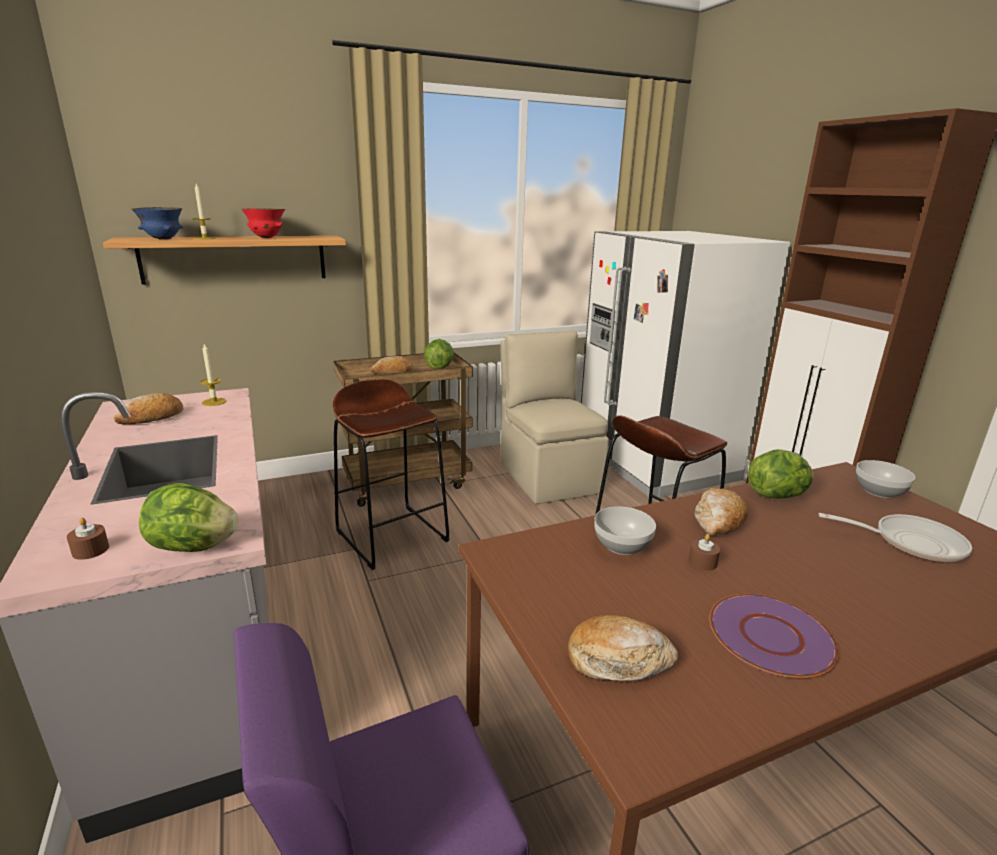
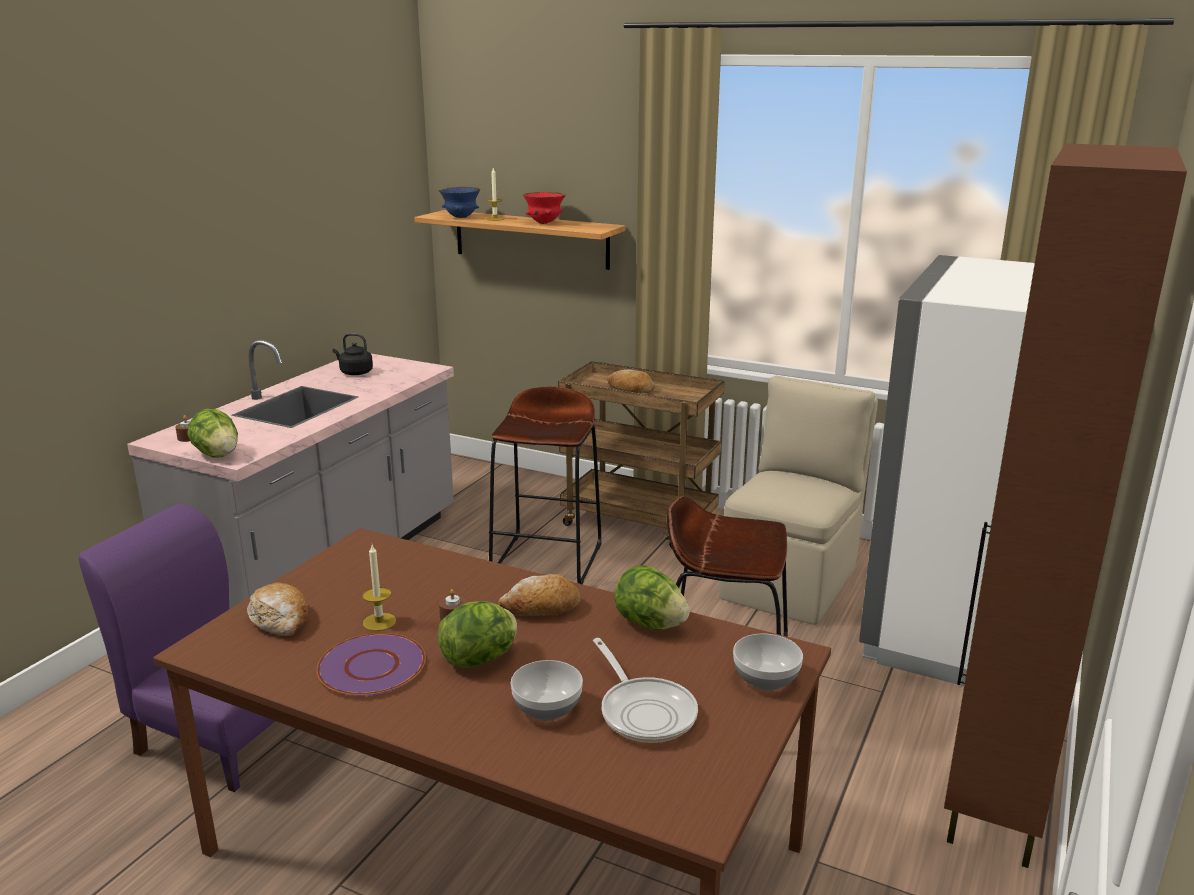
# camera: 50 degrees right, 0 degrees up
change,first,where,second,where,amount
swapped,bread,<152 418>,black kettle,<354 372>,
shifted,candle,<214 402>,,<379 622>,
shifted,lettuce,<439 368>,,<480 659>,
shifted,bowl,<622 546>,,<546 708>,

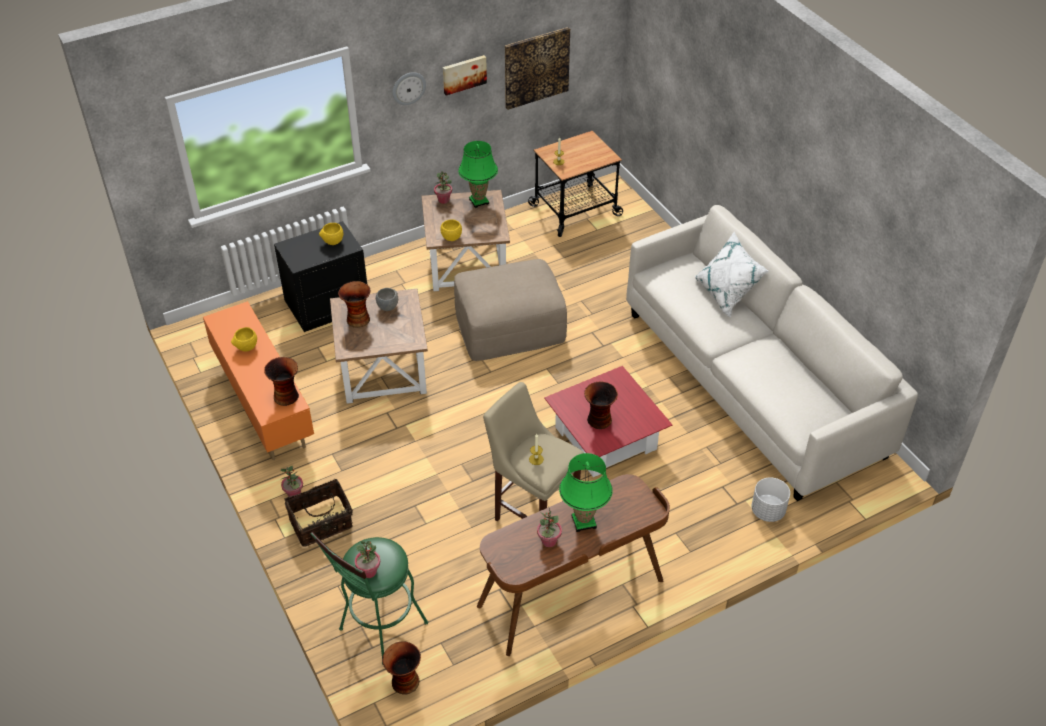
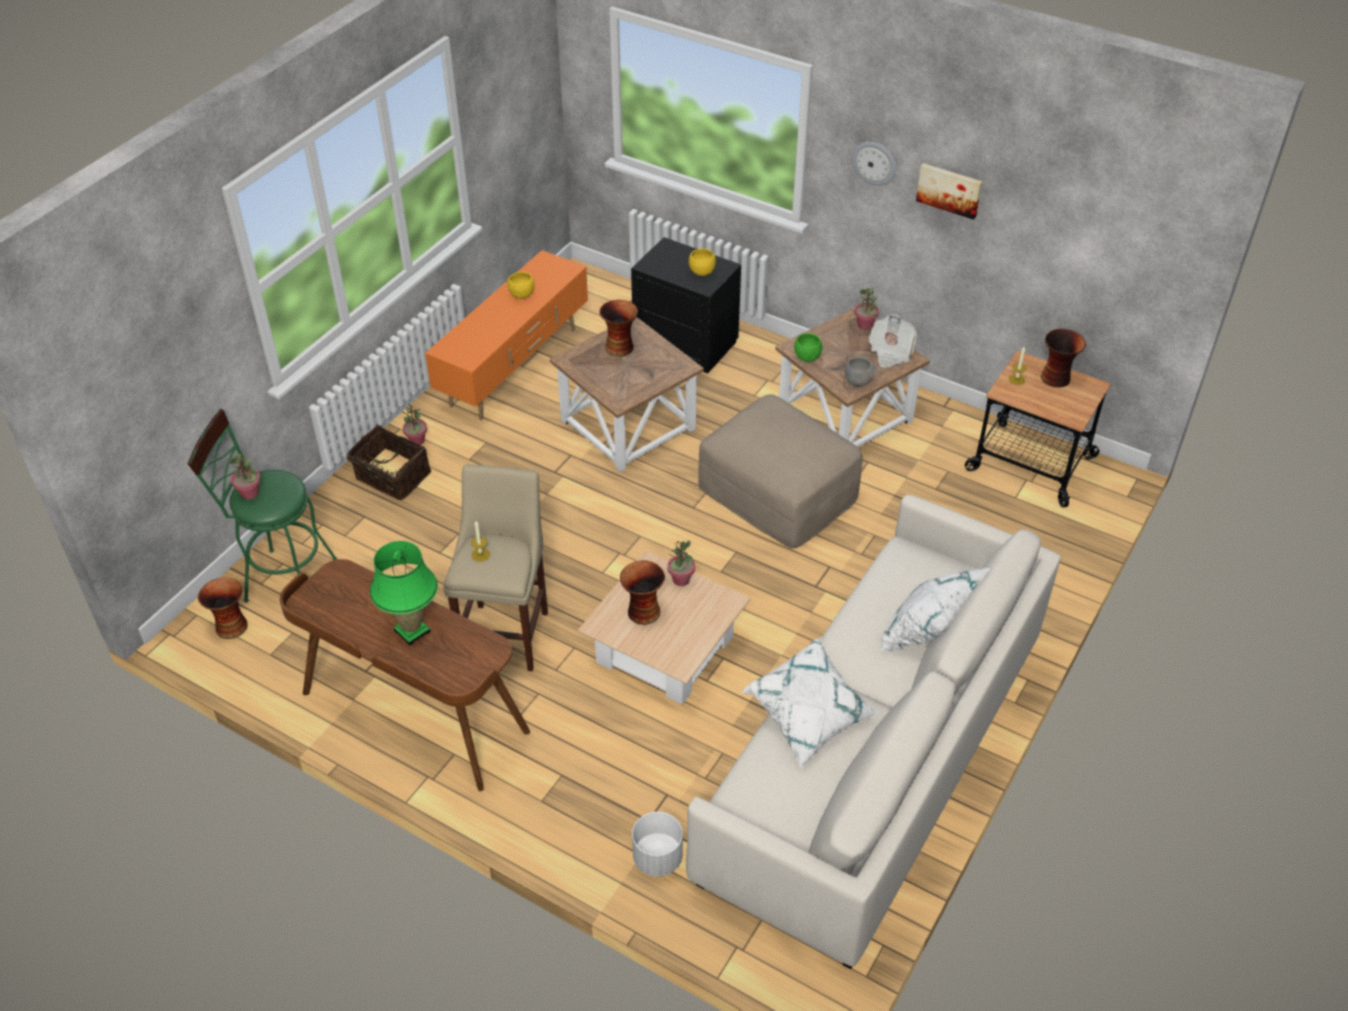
# camera: 60 degrees right, 0 degrees up
change,first,where,second,where,amount
shifted,vase,<286 396>,,<1056 378>,
shifted,grey bowl,<388 307>,,<858 382>,
repainted,yellow bowl,<451 238>,green bowl,<807 358>,
swapped,green table lamp,<479 201>,newspaper,<890 352>,
gone,picture,<536 67>,,,
shifted,potted plant,<549 541>,,<681 580>,
repainted,red coffee table,<605 438>,beige coffee table,<665 649>,
new,,,white pillow,<809 716>,

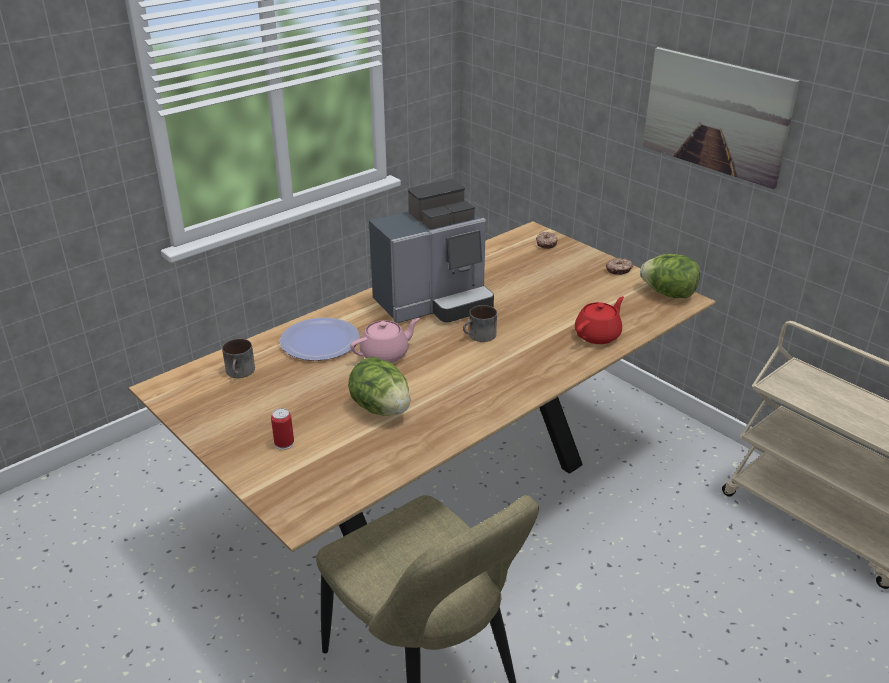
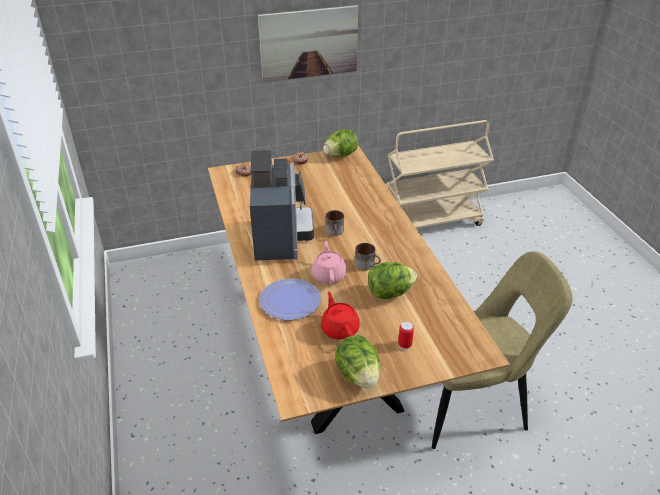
# camera: 65 degrees left, 5 degrees up
change,first,where,second,where,amount
shifted,mug,<241 372>,,<367 264>,
shifted,red teapot,<598 335>,,<339 329>,
new,,,lettuce,<358 375>,

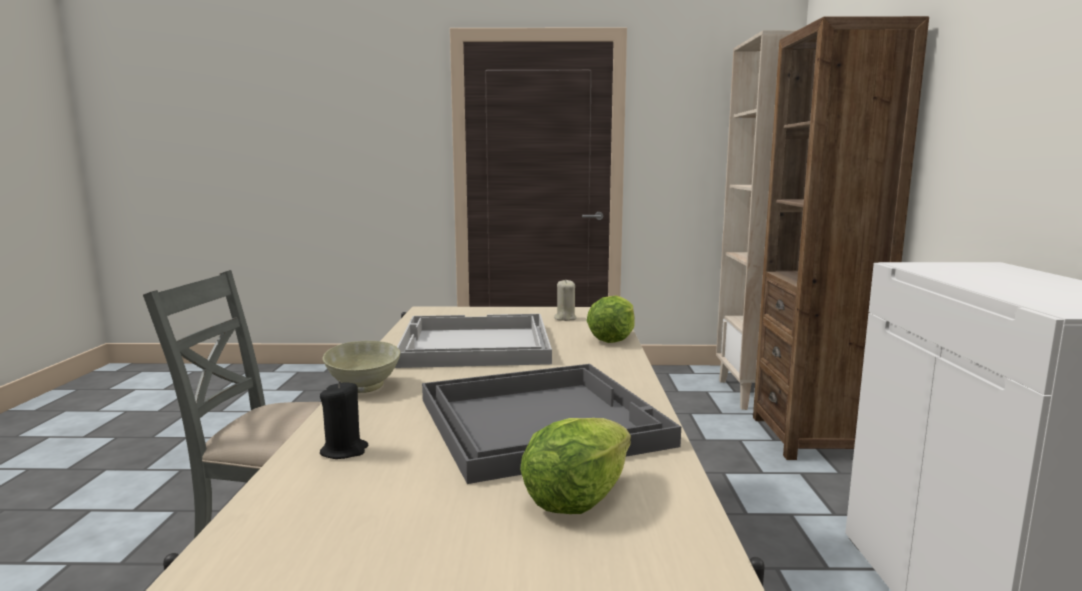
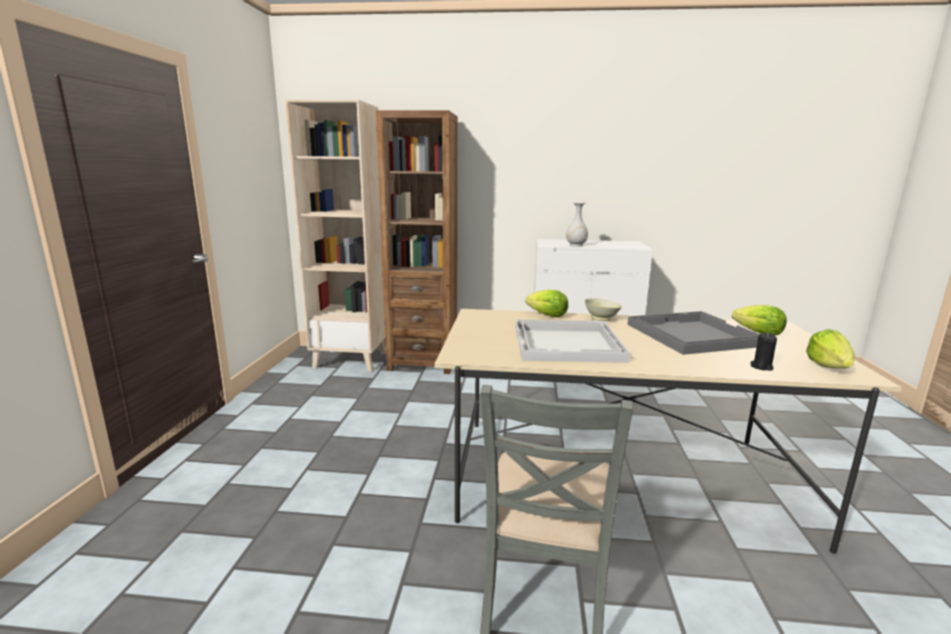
# camera: 85 degrees left, 5 degrees up
change,first,where,second,where,amount
shifted,beige bowl,<362 387>,,<602 319>,
gone,beige candle,<565 318>,,,
new,,,white vase,<576 245>,
new,,,lettuce,<828 366>,

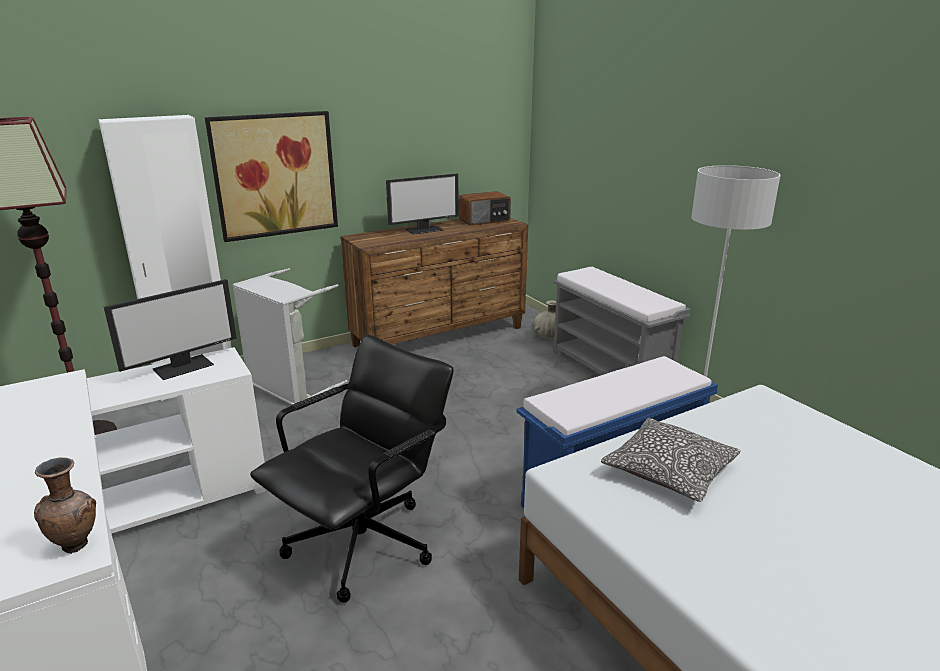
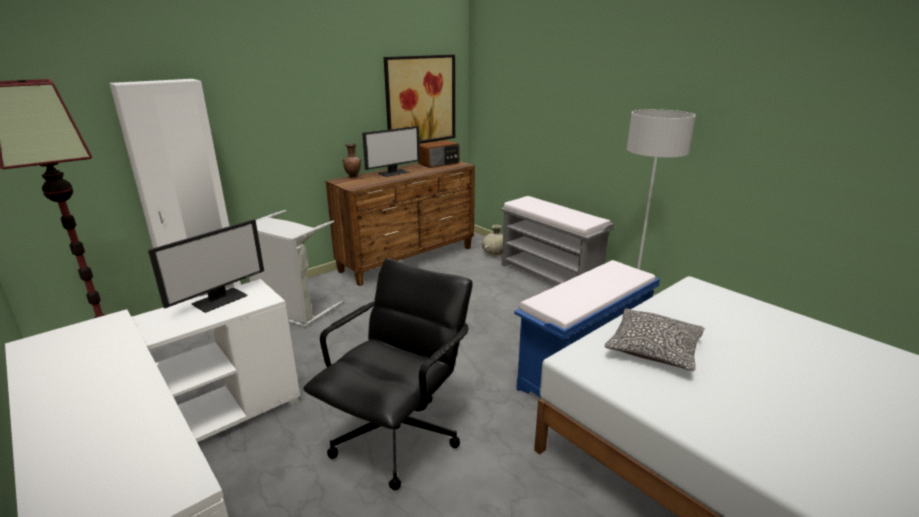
# camera: 10 degrees left, 0 degrees up
change,first,where,second,where,amount
shifted,brown vase,<77 545>,,<353 177>,
shifted,picture,<275 175>,,<420 100>,

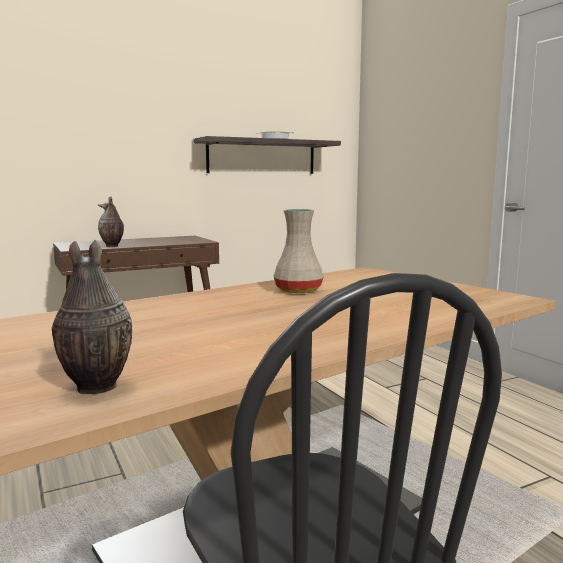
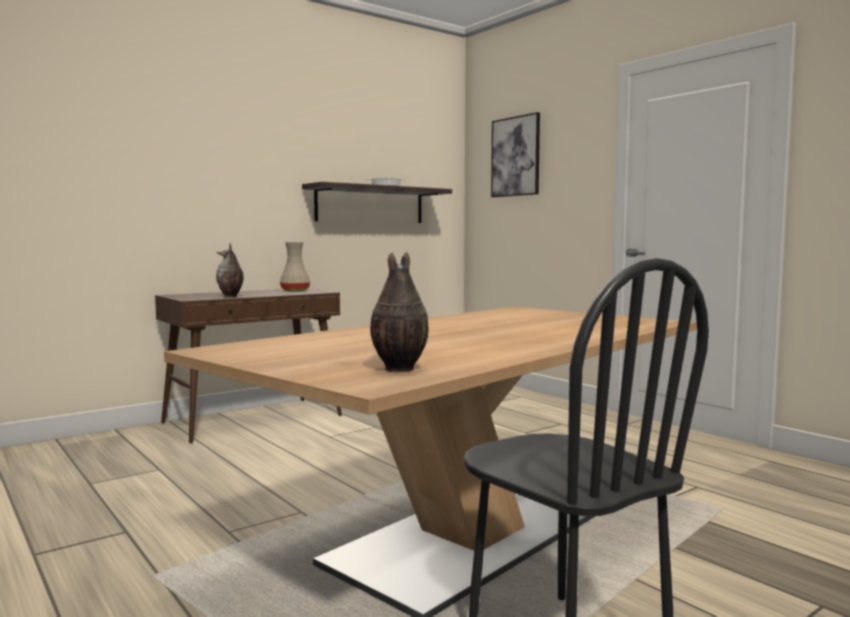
# camera: 10 degrees left, 5 degrees down
change,first,where,second,where,amount
shifted,beige vase,<299 290>,,<296 290>,
new,,,picture,<515 156>,

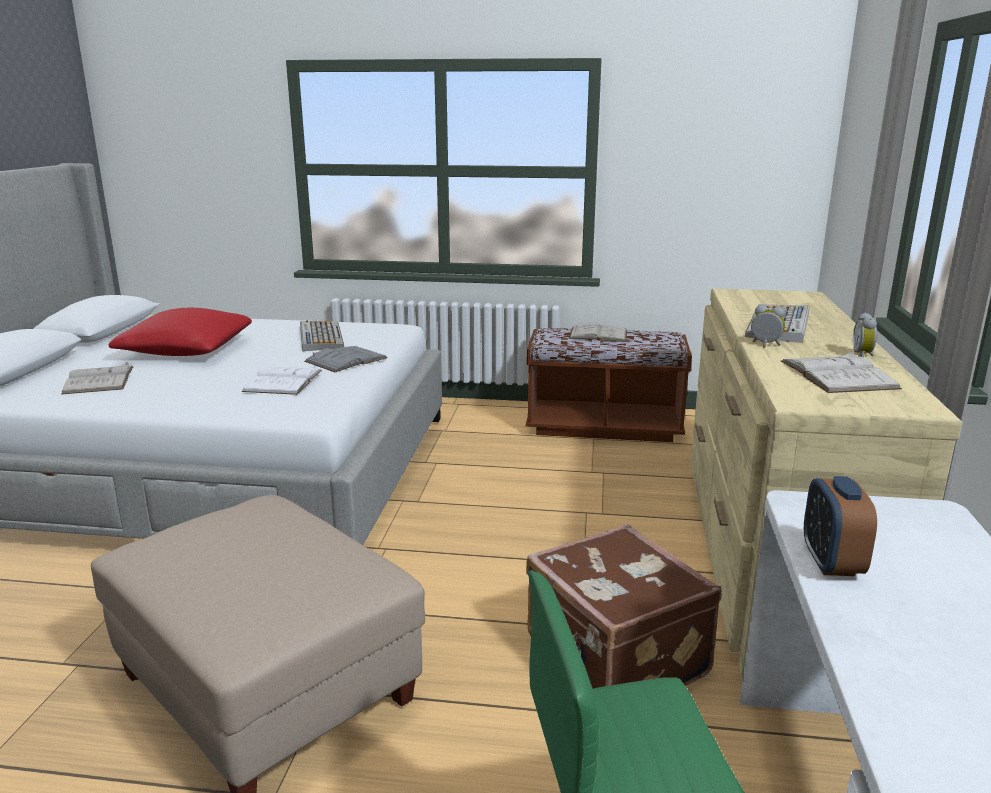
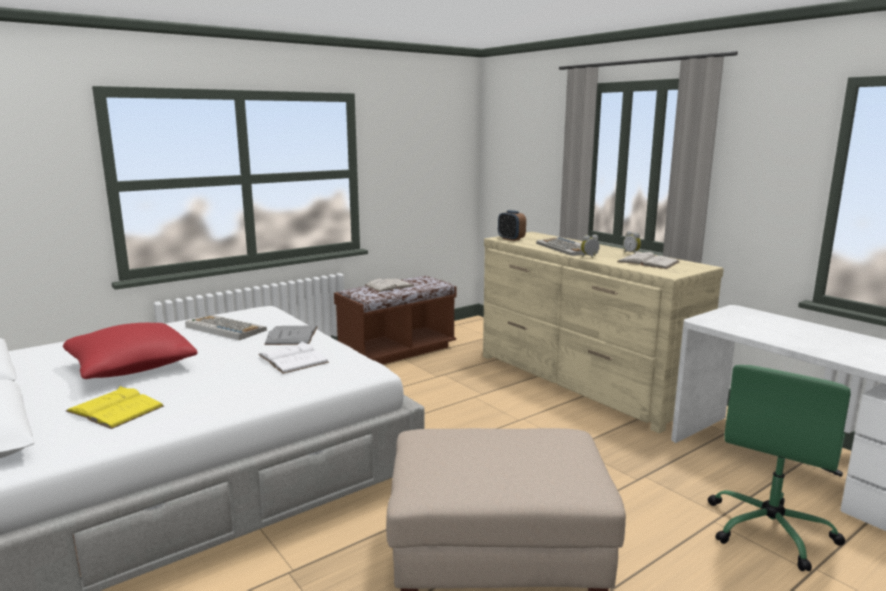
# camera: 45 degrees left, 5 degrees down
change,first,where,second,where,amount
repainted,white book,<99 380>,yellow book,<115 409>,
gone,brown suitcase,<614 658>,,,
shifted,alarm clock,<831 562>,,<511 239>,

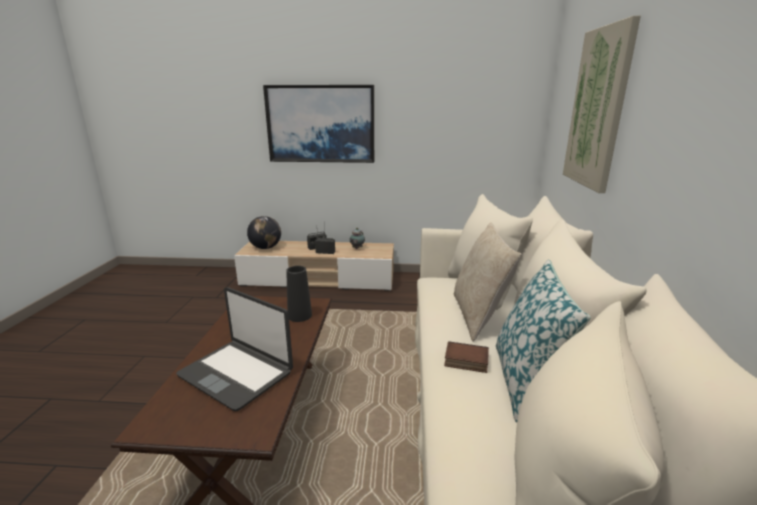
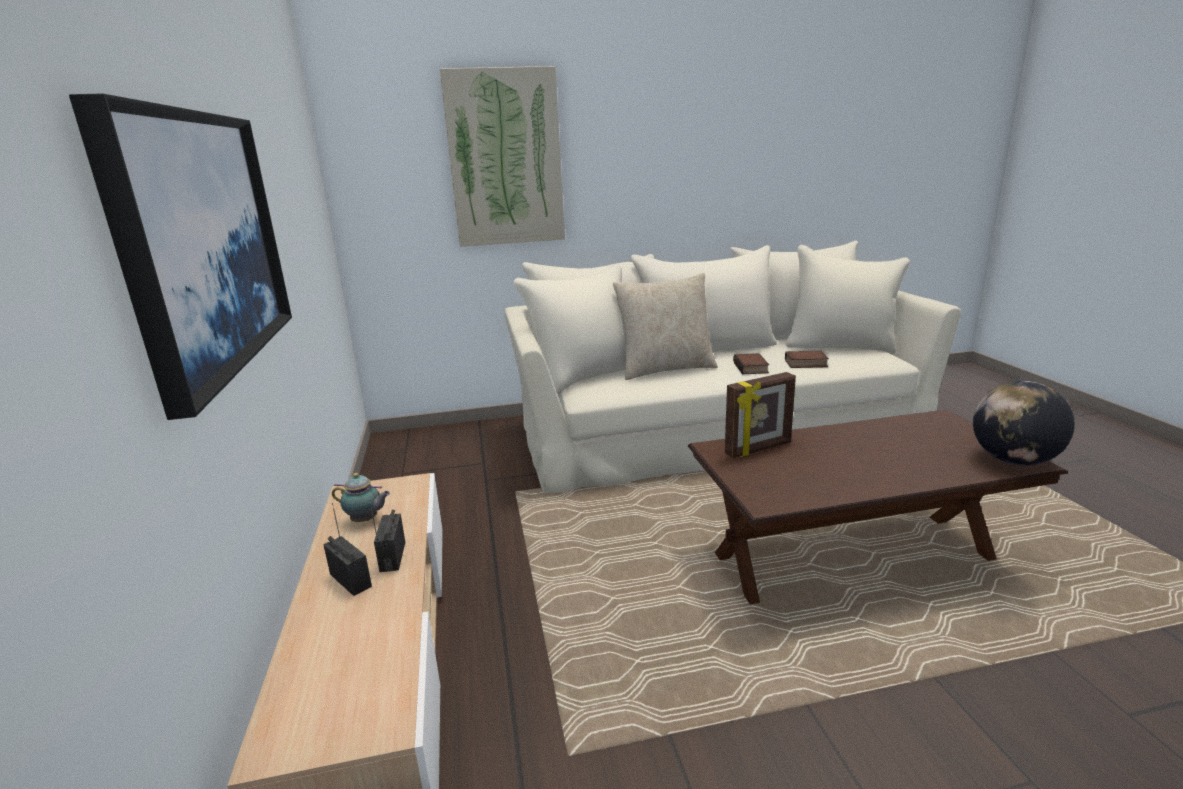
# camera: 105 degrees left, 0 degrees up
change,first,where,second,where,amount
gone,laptop,<237 373>,,,
shifted,globe,<266 248>,,<1013 460>,
swapped,black vase,<299 315>,picture frame,<758 449>,
gone,pillow,<526 381>,,,
new,,,book,<805 364>,

